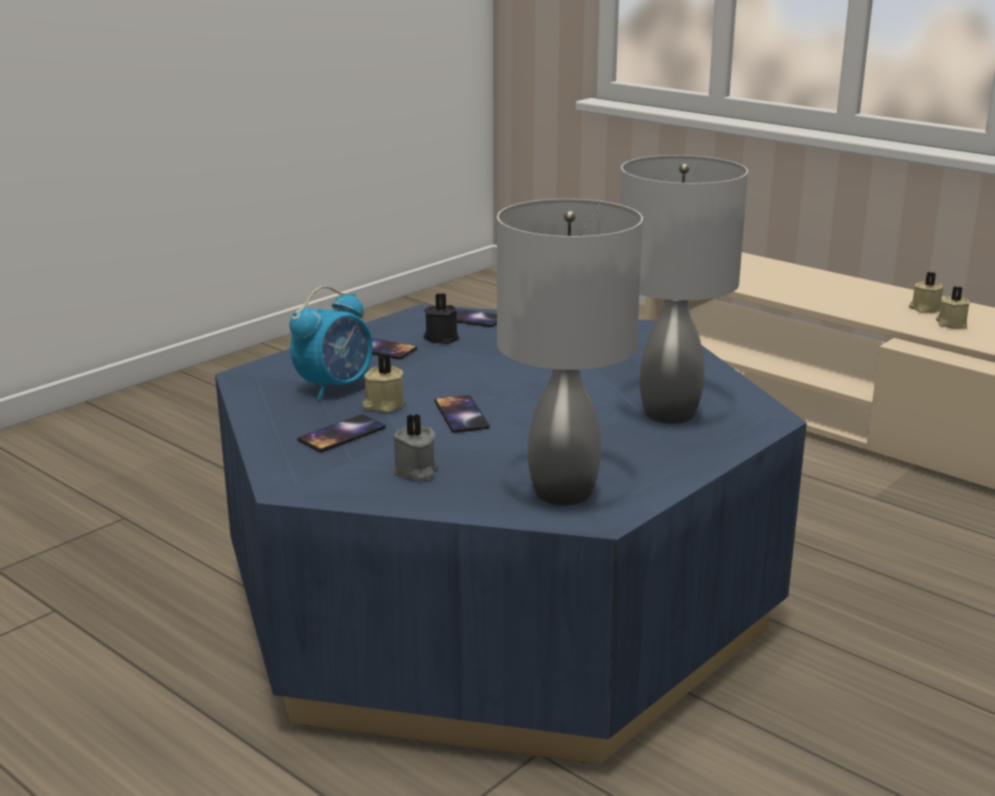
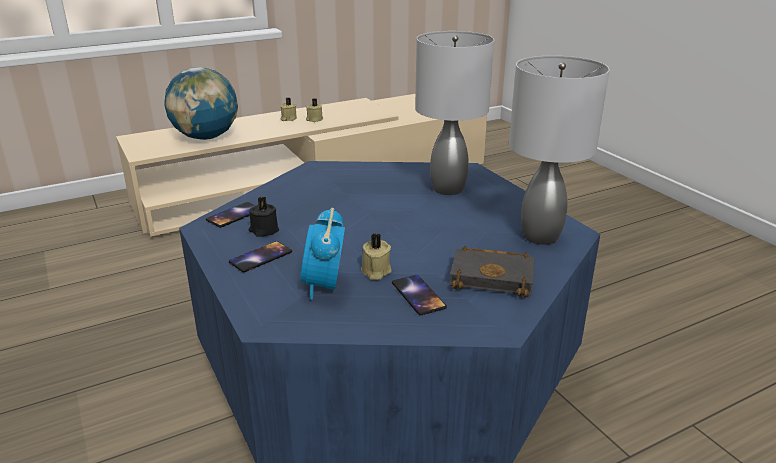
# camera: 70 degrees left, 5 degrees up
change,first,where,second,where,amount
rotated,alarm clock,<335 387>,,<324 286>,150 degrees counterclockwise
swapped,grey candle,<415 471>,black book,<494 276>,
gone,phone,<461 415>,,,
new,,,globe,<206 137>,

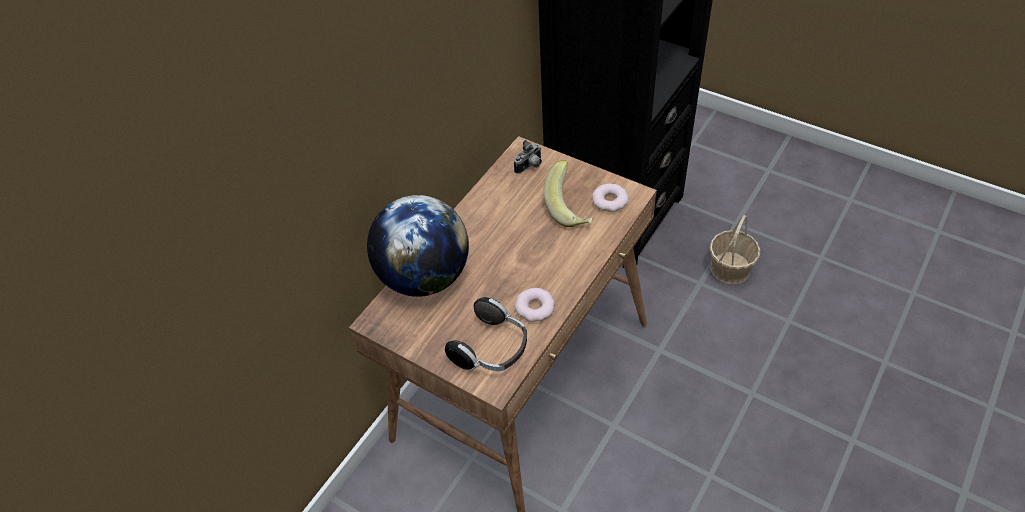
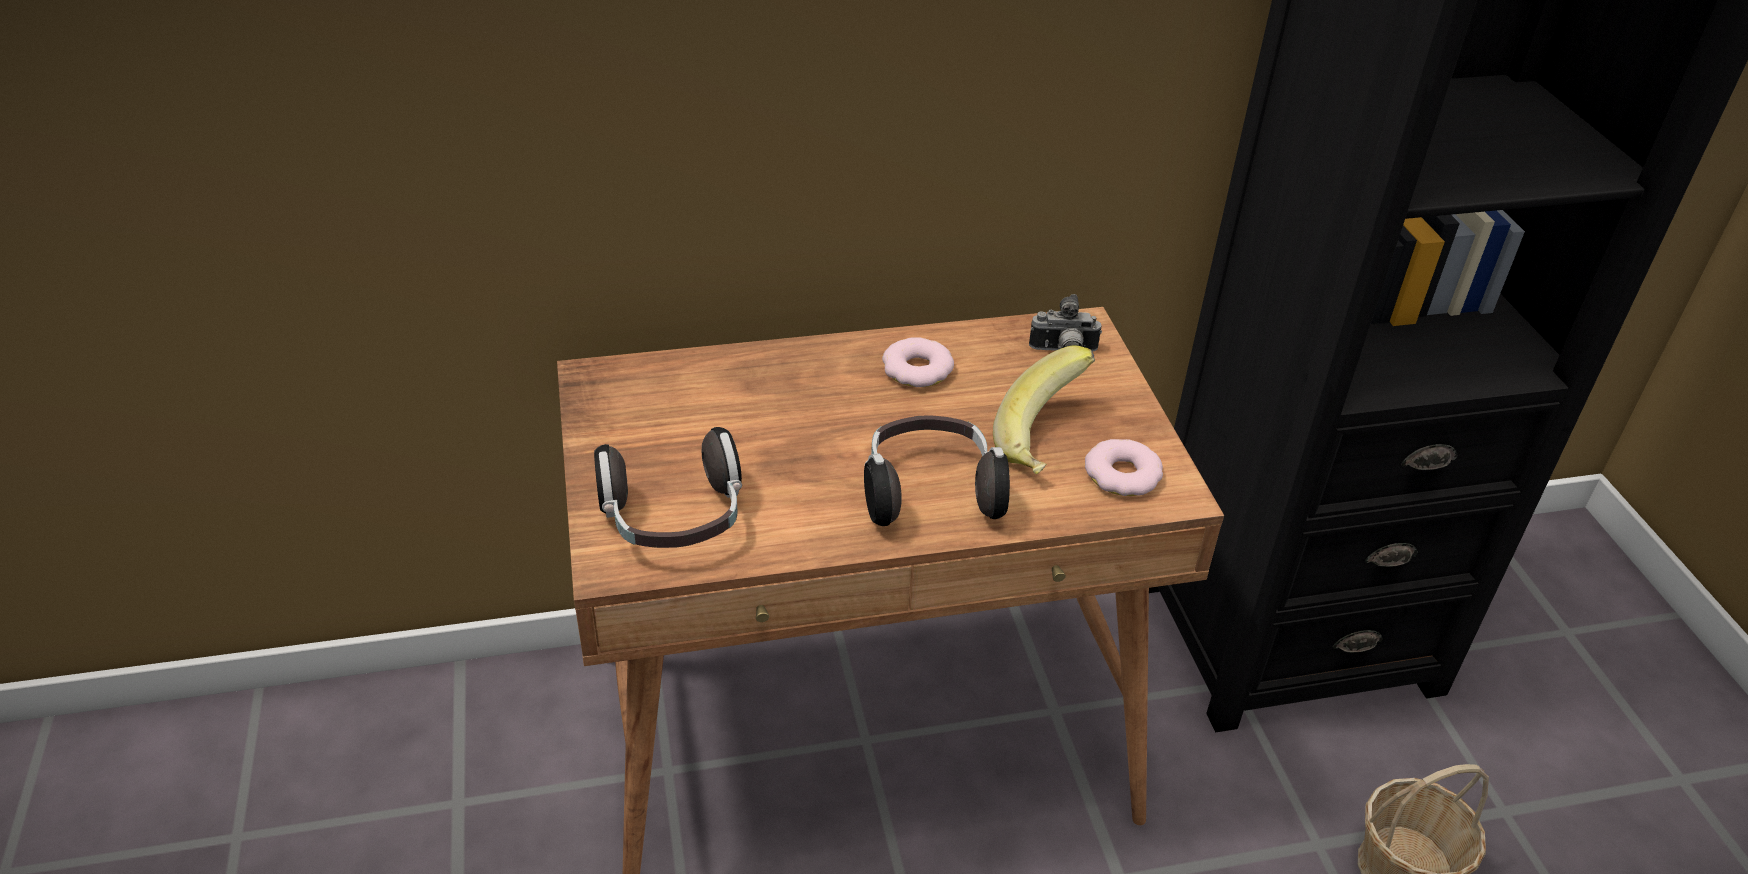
# camera: 40 degrees right, 10 degrees down
change,first,where,second,where,amount
gone,globe,<425 277>,,,
shifted,donut,<535 307>,,<917 370>,
new,,,headphones,<930 492>,

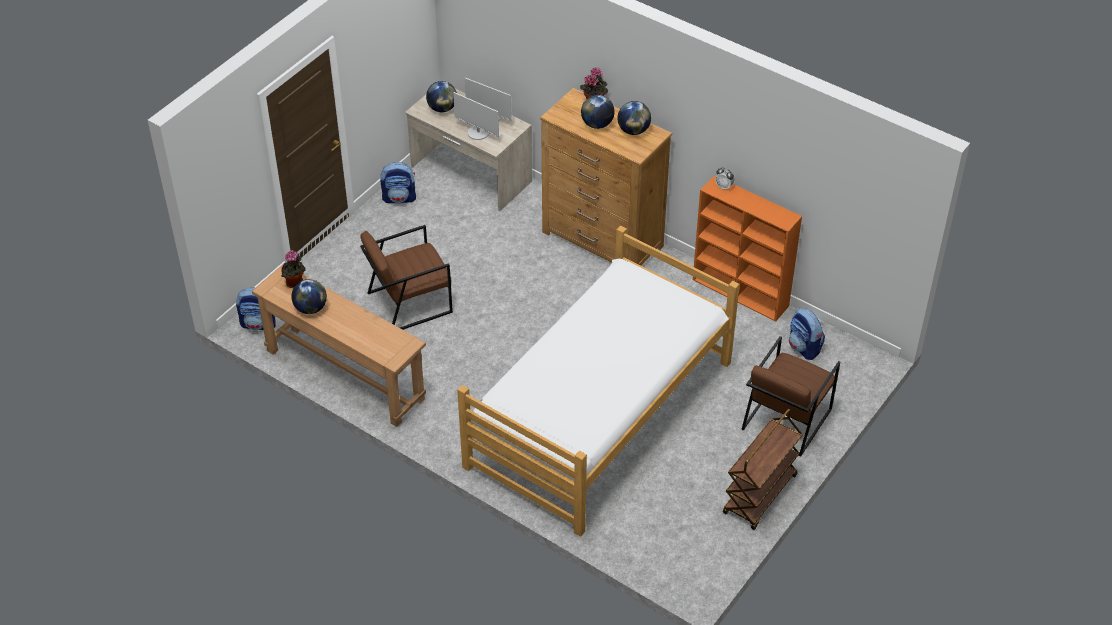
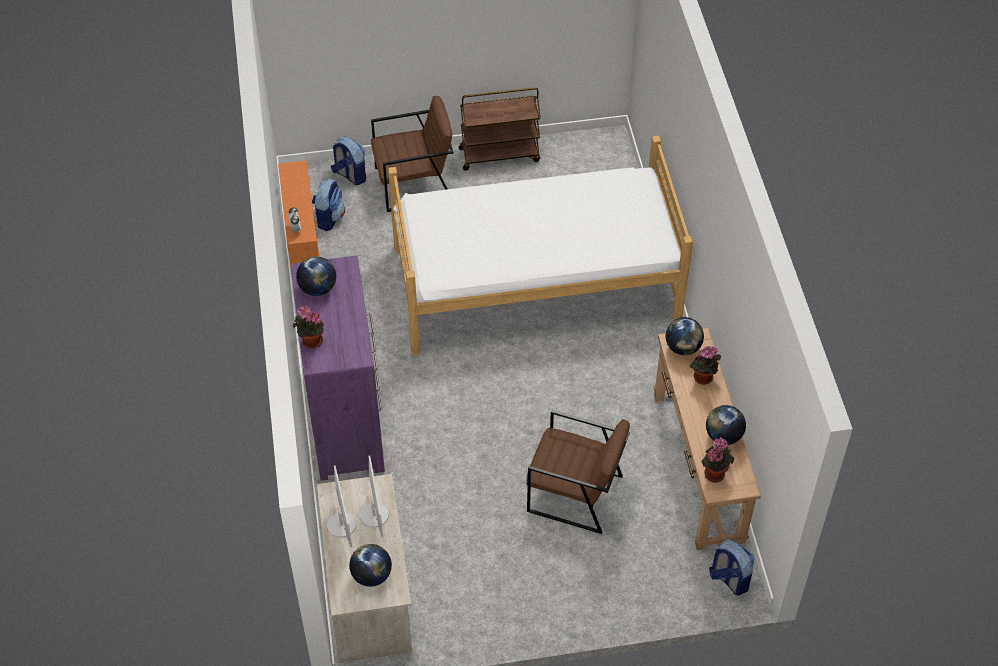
# camera: 135 degrees left, 5 degrees up
change,first,where,second,where,amount
shifted,backpack,<399 198>,,<350 175>,
repainted,brown dresser,<602 239>,purple dresser,<346 422>,
shifted,globe,<597 124>,,<683 348>,
new,,,potted plant,<703 379>,

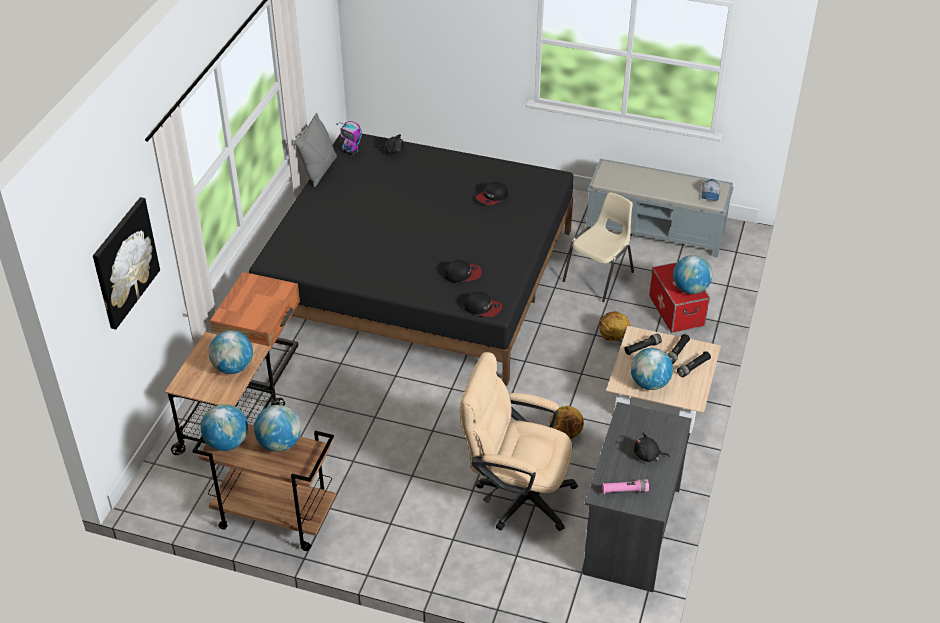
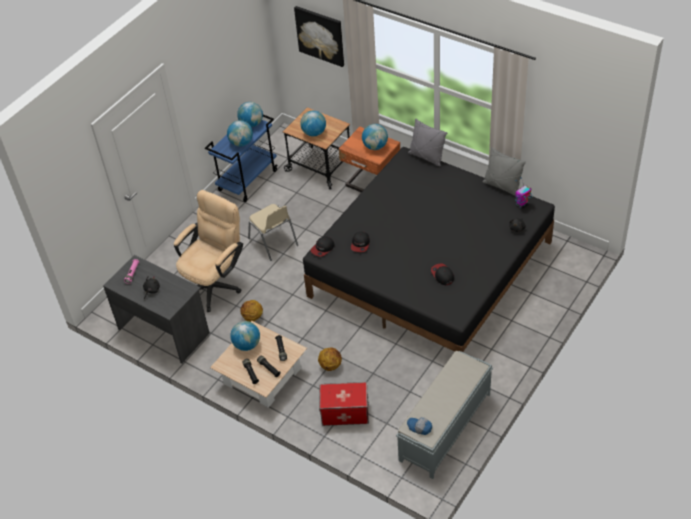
# camera: 110 degrees right, 5 degrees up
change,first,where,second,where,amount
repainted,brown cart,<274 518>,blue cart,<248 180>,
shifted,beige chair,<600 276>,,<273 242>,
shifted,globe,<690 289>,,<375 146>,
new,,,grey pillow,<426 157>,

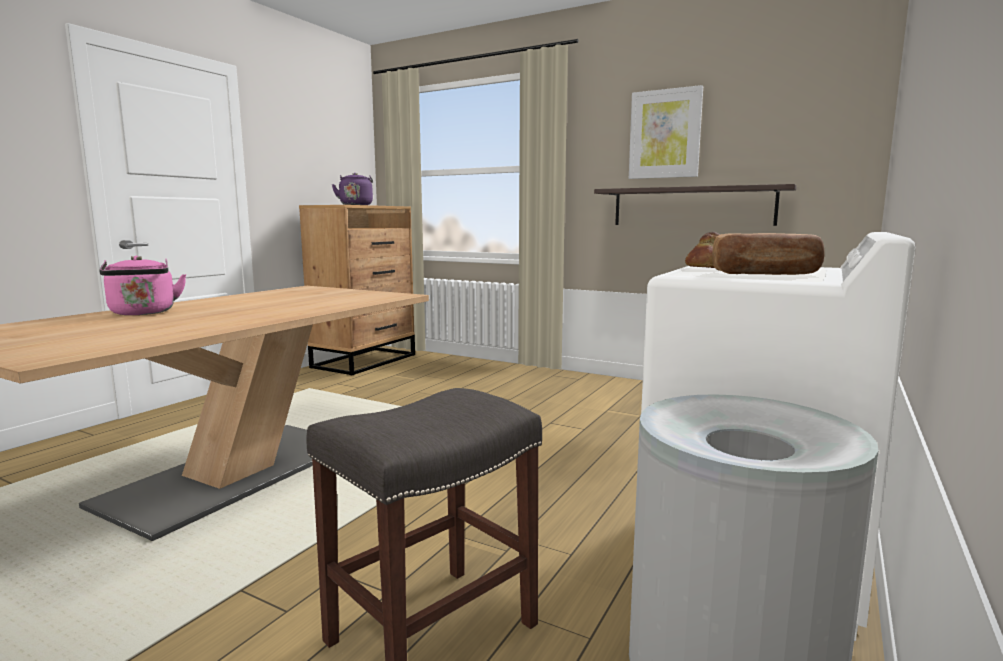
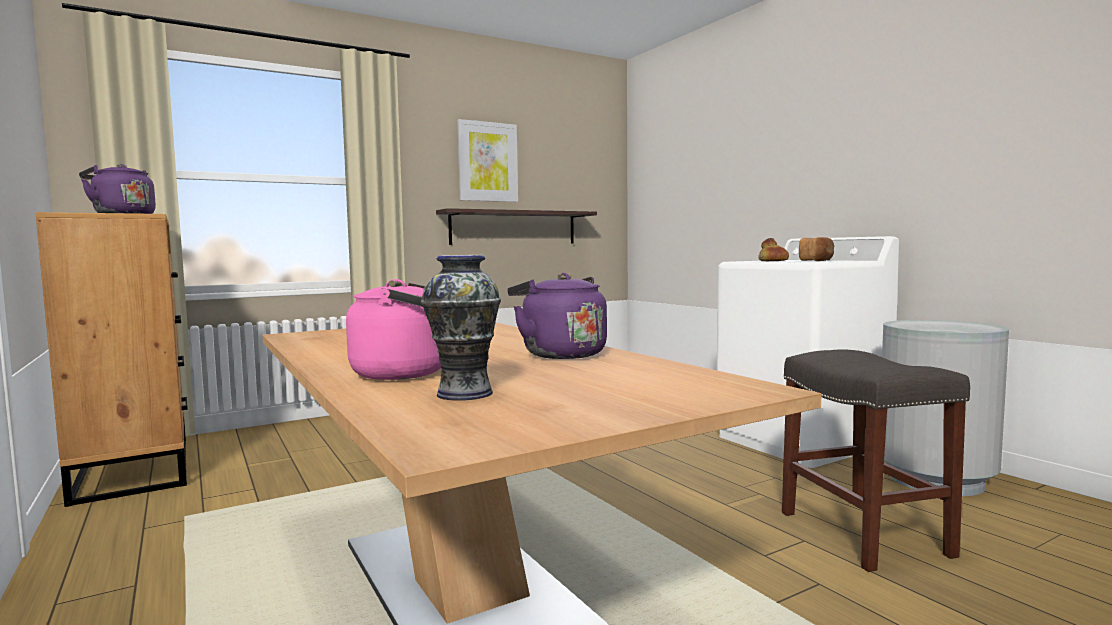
# camera: 60 degrees left, 5 degrees down
change,first,where,second,where,amount
new,,,vase,<465 394>,
new,,,purple kettle,<559 354>,

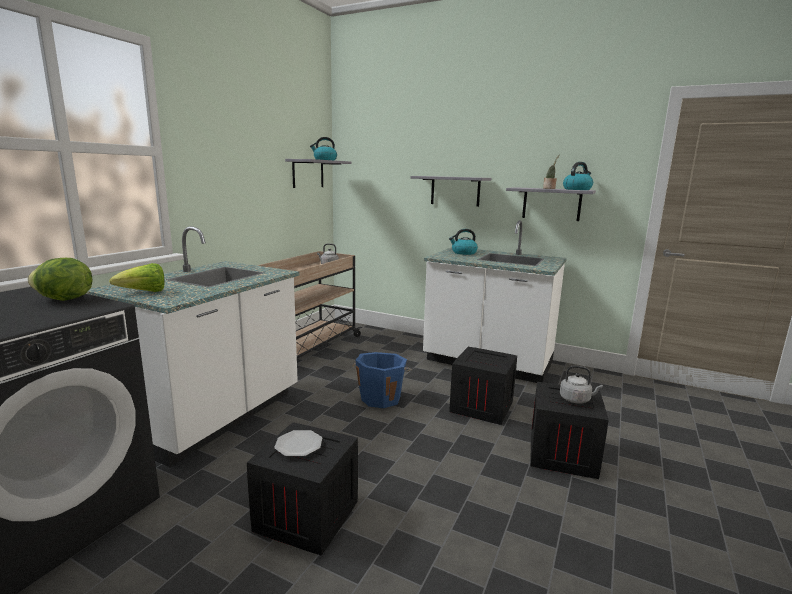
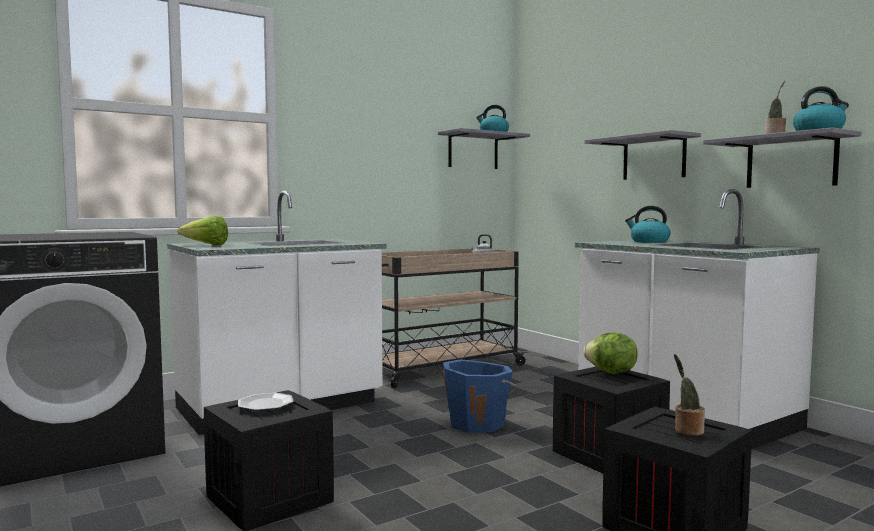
# camera: 30 degrees right, 10 degrees down
change,first,where,second,where,amount
shifted,lettuce,<64 300>,,<611 373>,
swapped,grey kettle,<576 399>,potted plant,<687 430>,

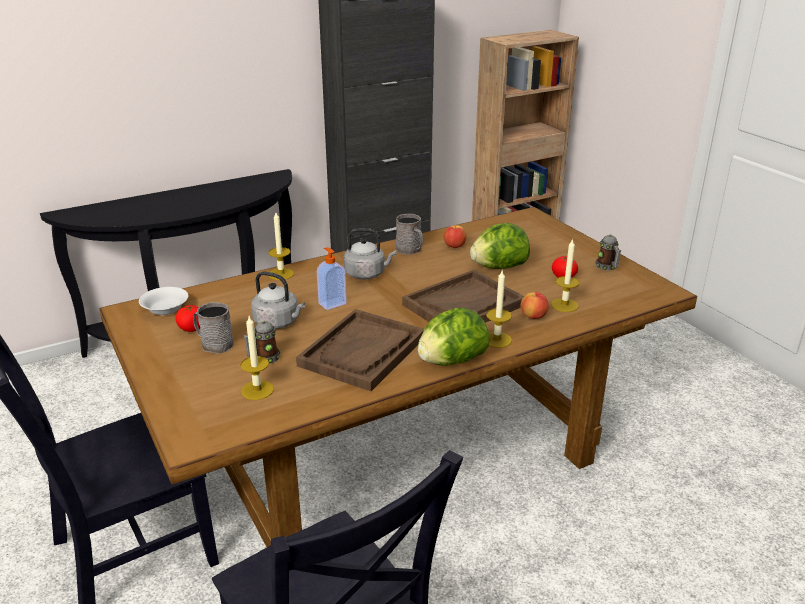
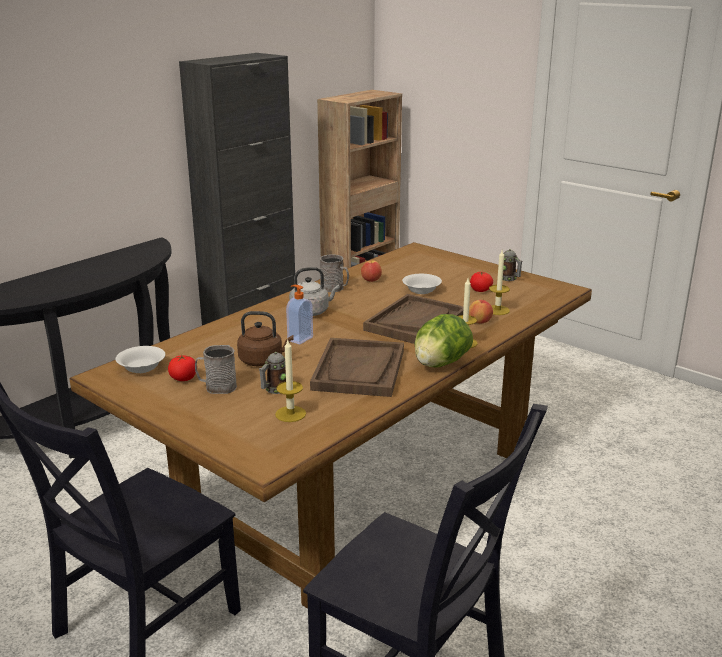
# camera: 20 degrees left, 5 degrees down
change,first,where,second,where,amount
repainted,grey kettle,<278 322>,brown kettle,<263 361>,
gone,candle,<281 274>,,,
swapped,lettuce,<499 267>,white bowl,<422 290>,

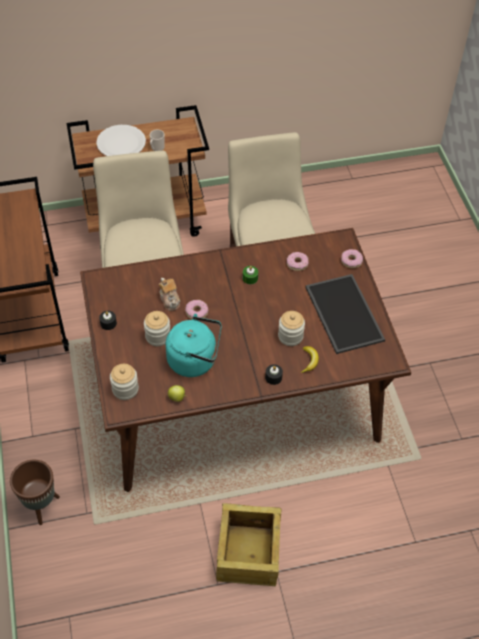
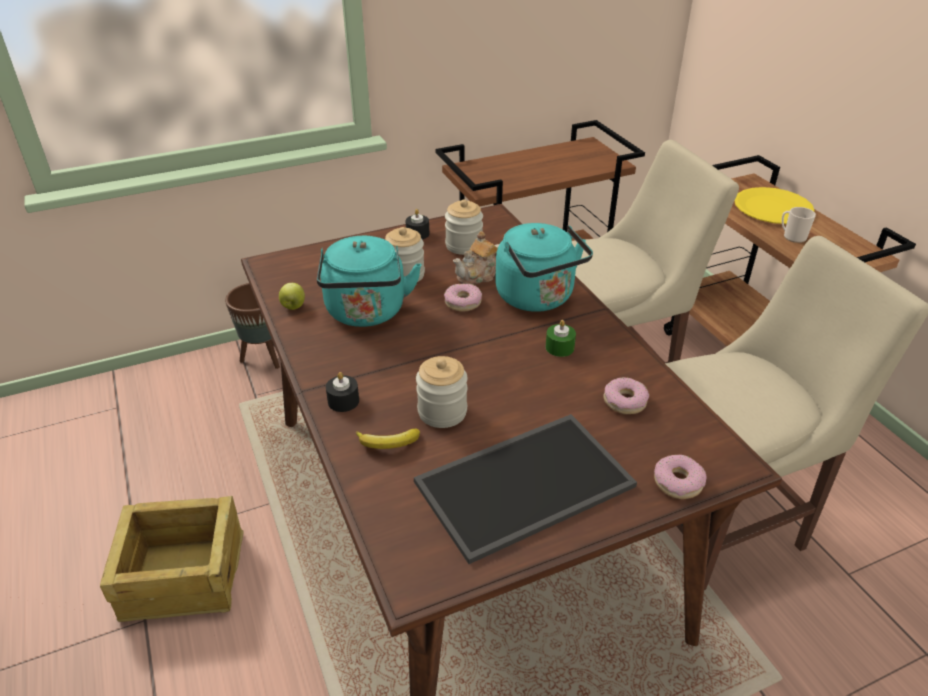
# camera: 80 degrees right, 15 degrees down
change,first,where,second,where,amount
repainted,white plate,<121 143>,yellow plate,<772 208>,
shifted,jar,<125 389>,,<464 245>,
new,,,turquoise kettle,<538 298>,

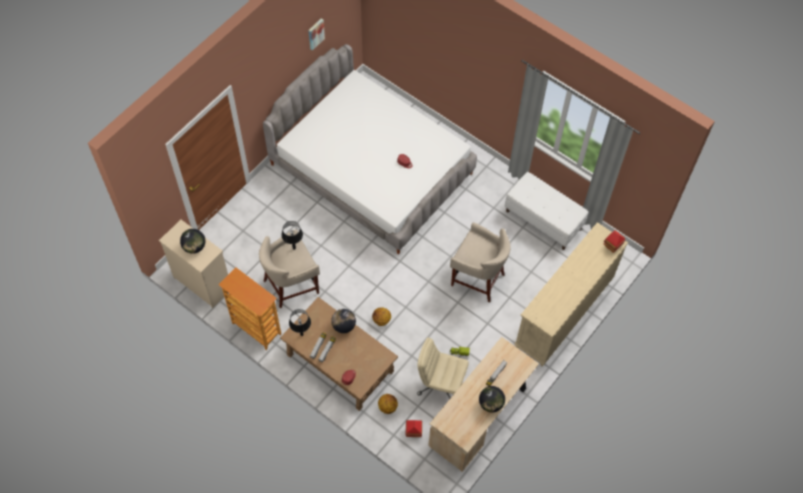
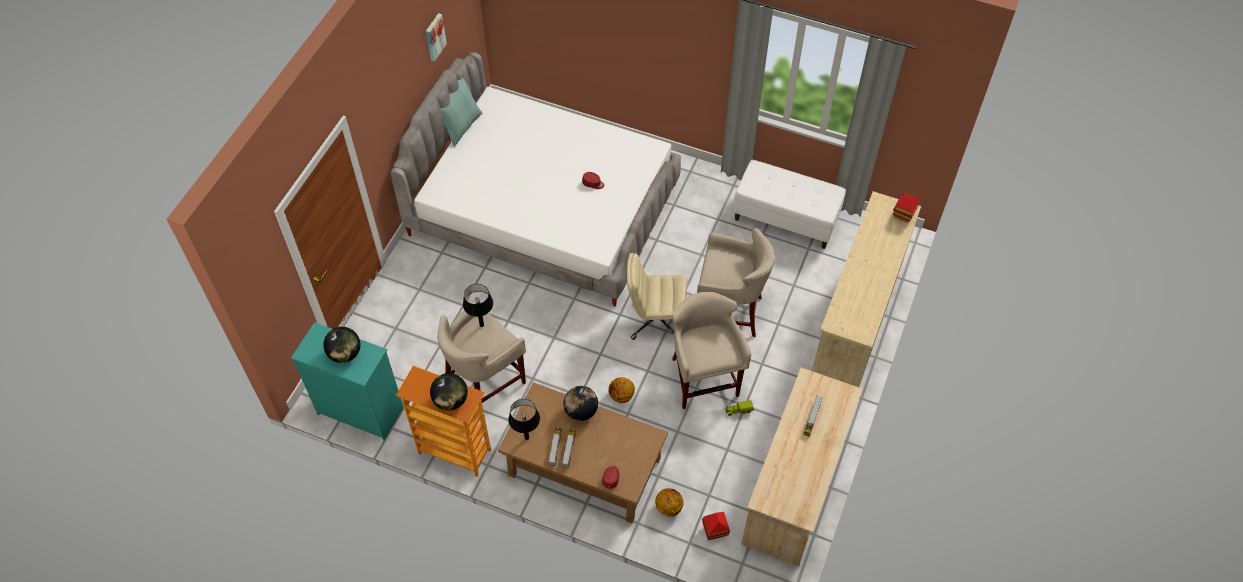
# camera: 15 degrees left, 5 degrees down
change,first,where,second,where,amount
repainted,beige dresser,<202 282>,turquoise dresser,<360 410>,
shifted,beige office chair,<440 384>,,<656 320>,
shifted,globe,<491 403>,,<451 400>,
new,,,pillow,<460 126>,
new,,,beige stool,<703 379>,

